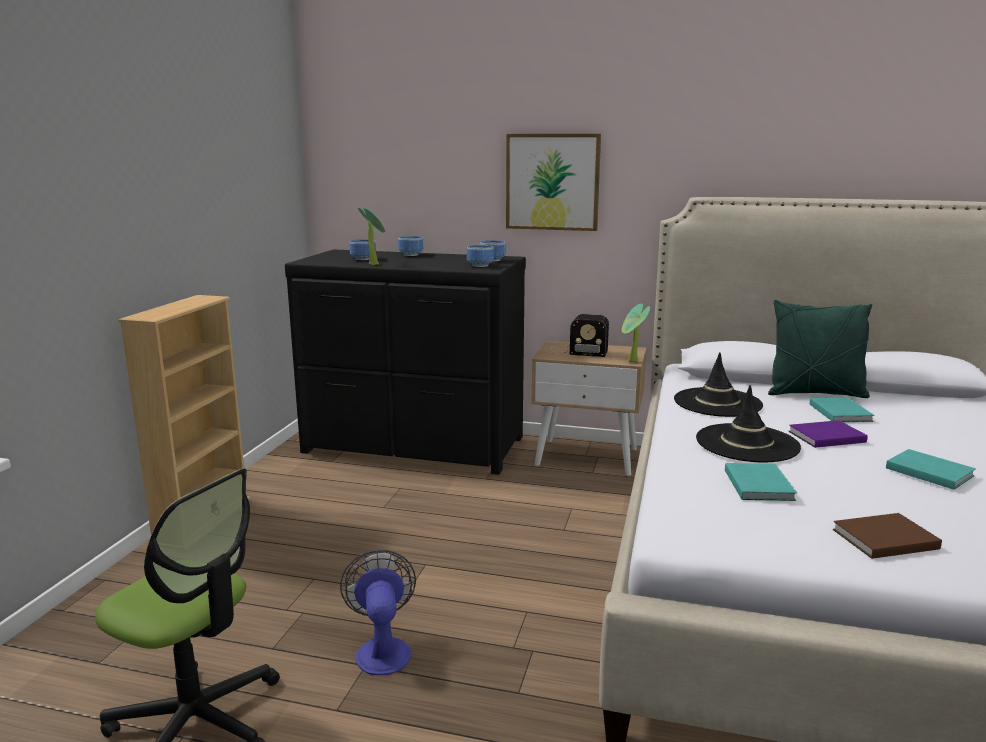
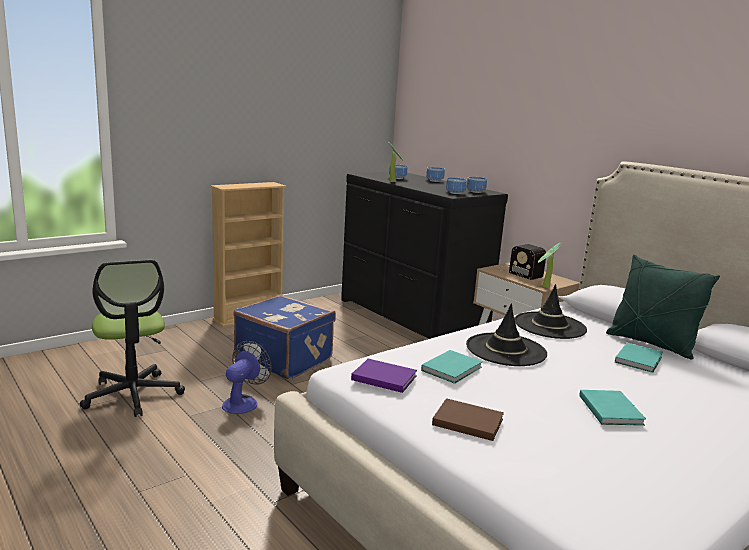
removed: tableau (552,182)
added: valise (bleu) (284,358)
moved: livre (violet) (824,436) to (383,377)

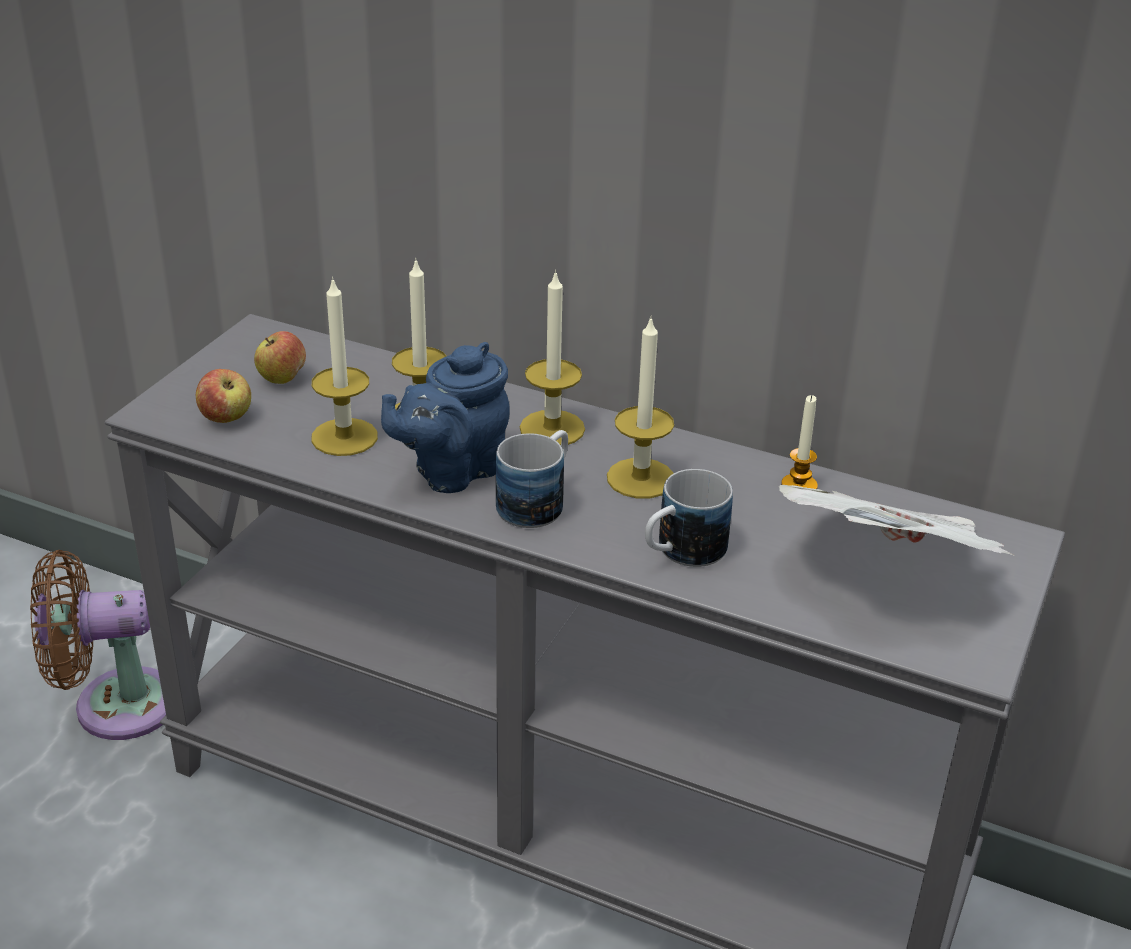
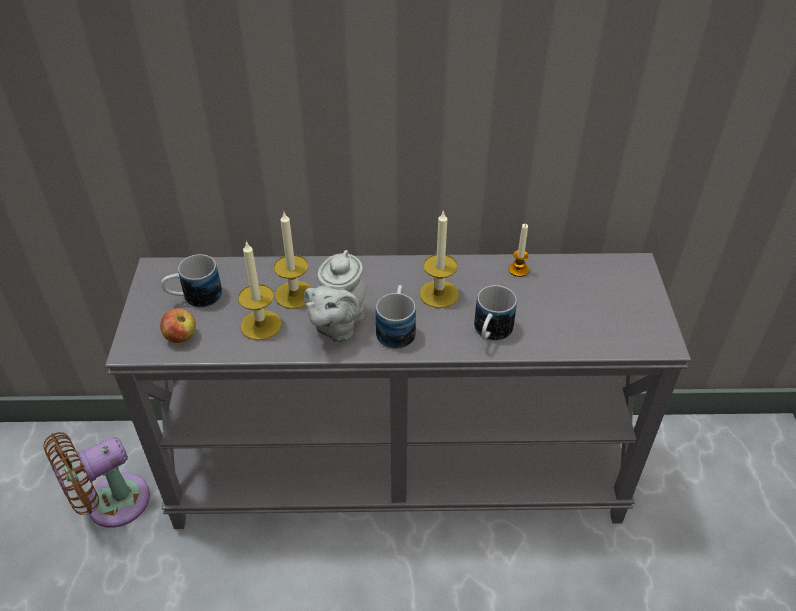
removed: bougie (552,428); journal (892,568)
replaced: pomme (282,379) to mug (194,297)
recoloured: théière (bleu) (452,471) to théière (gris) (337,326)

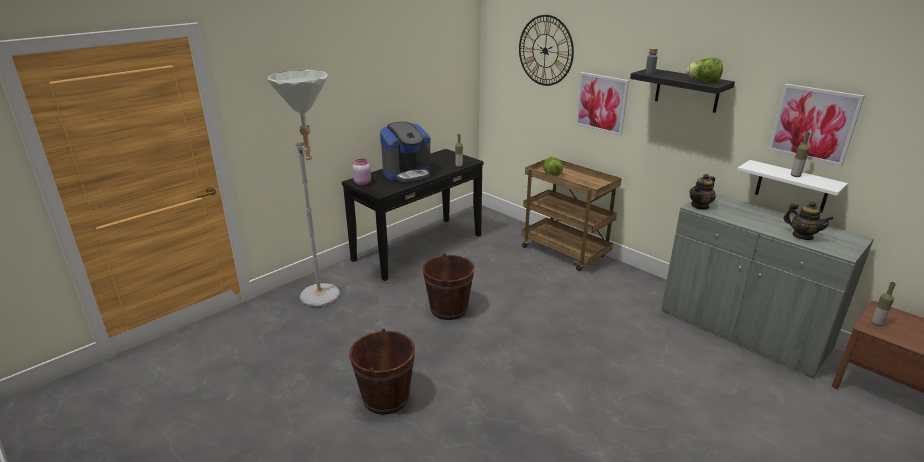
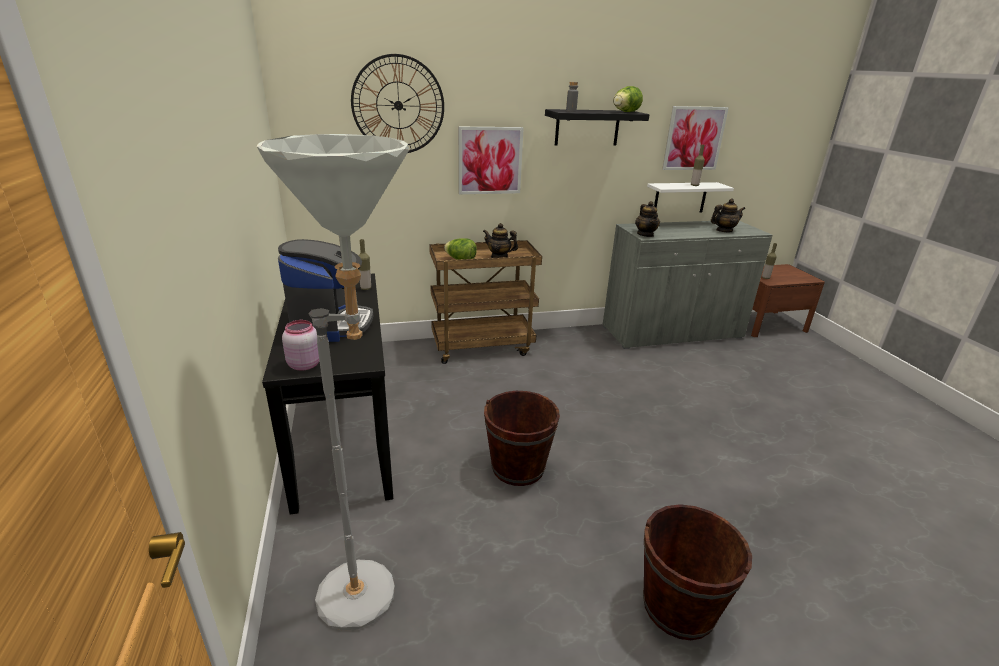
added: théière (499,257)

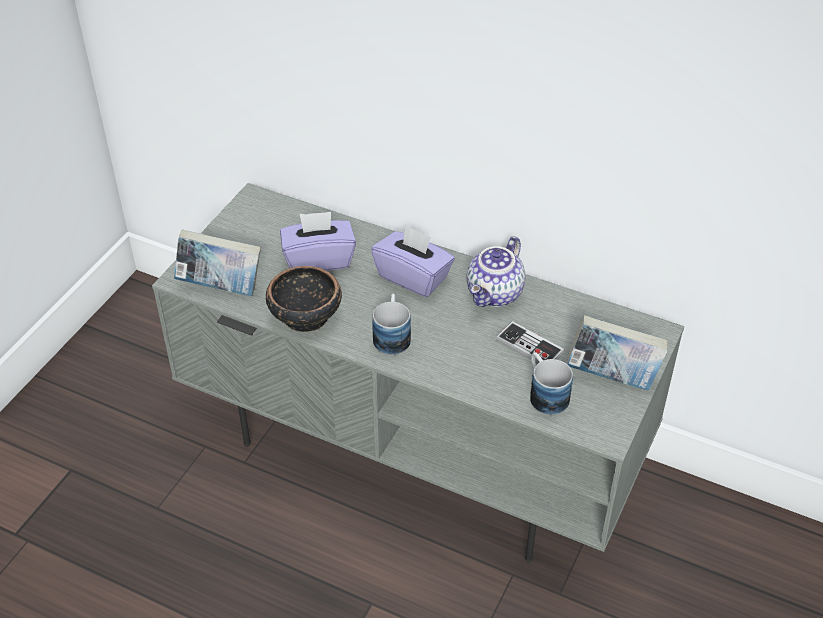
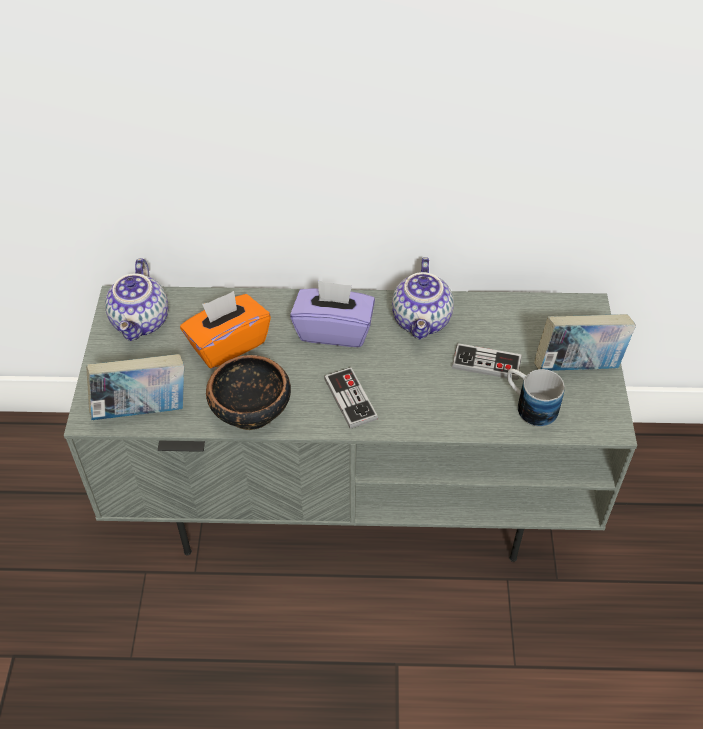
added: théière (142,322)
replaced: mug (392,335) to manette (350,399)
recoloured: boîte à mouchoirs (violet) (319,259) to boîte à mouchoirs (orange) (228,344)

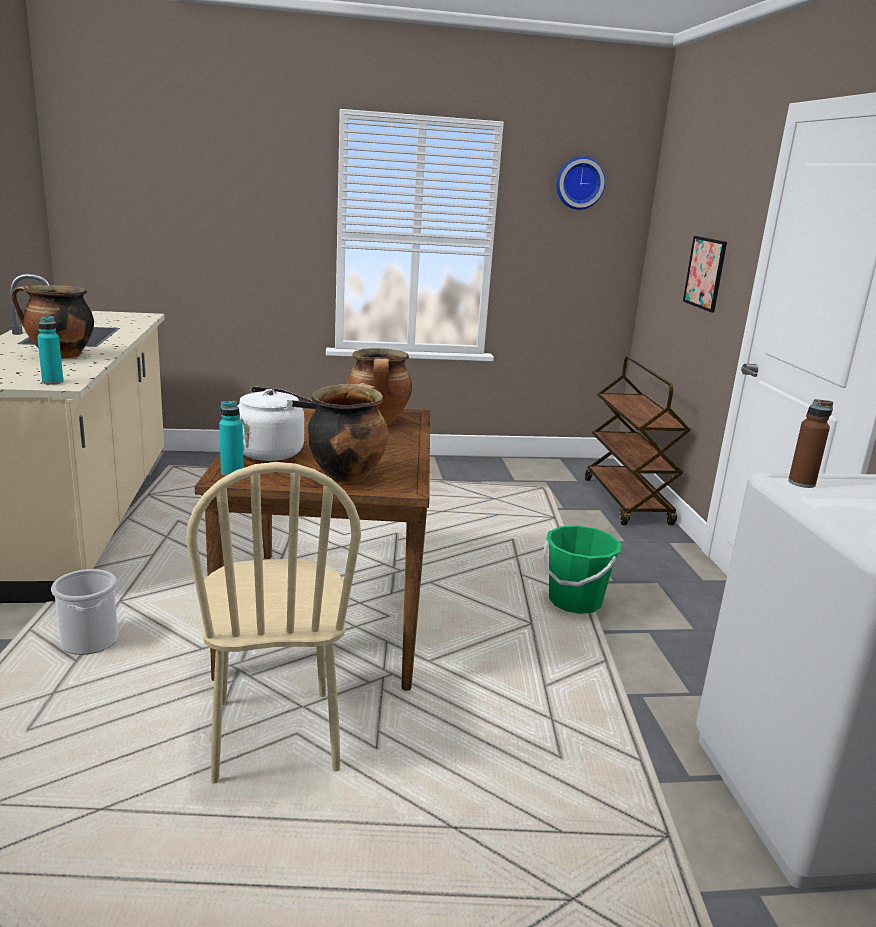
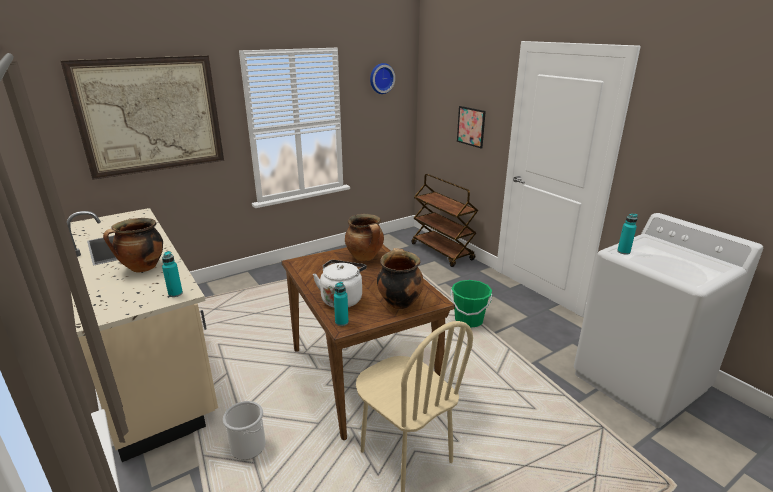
added: tableau (151,116)
recoloured: bouteille (marron) (801,483) to bouteille (turquoise) (623,252)

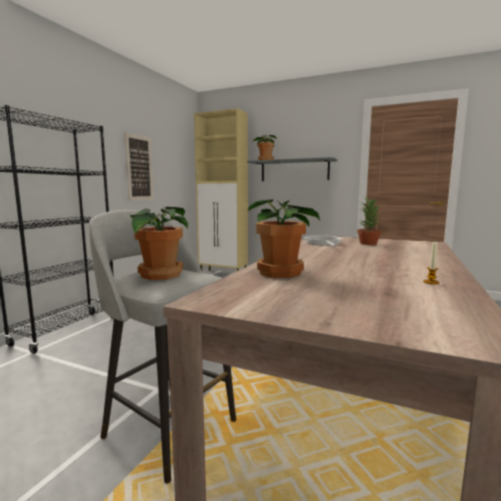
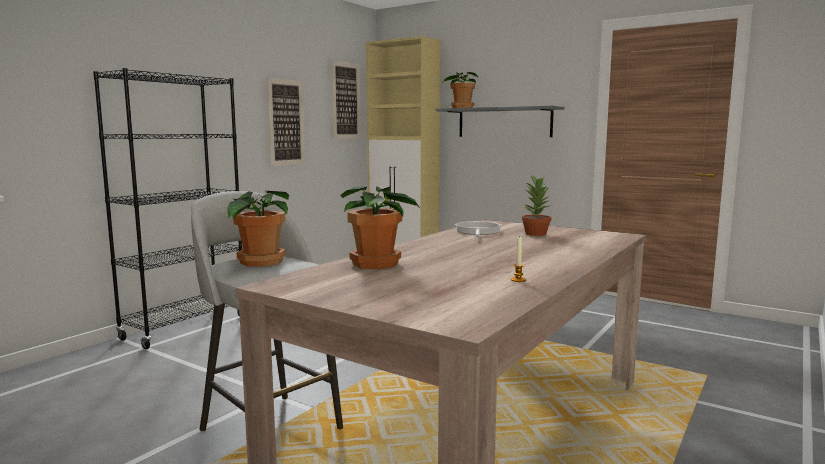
added: tableau (345,101)

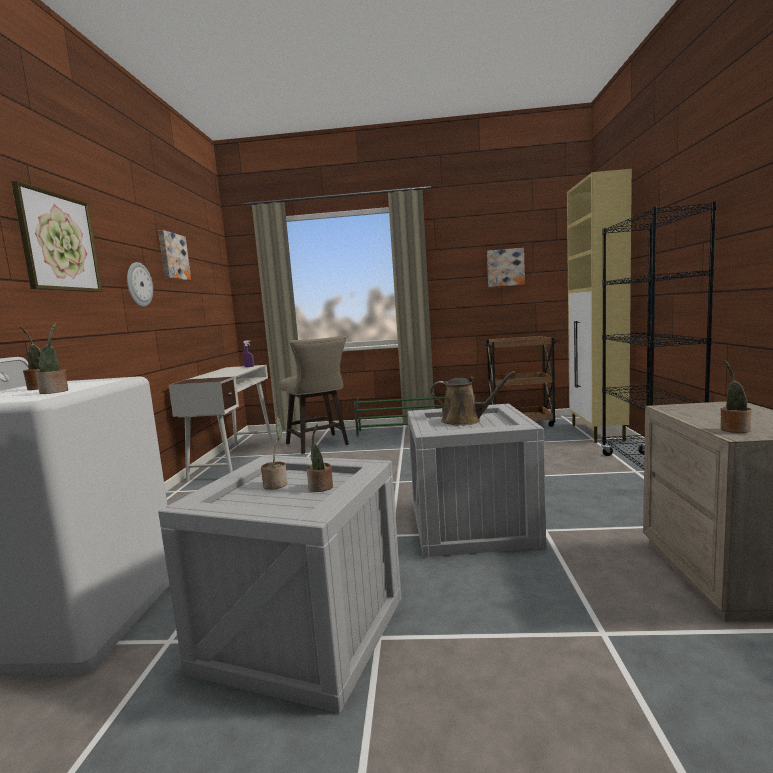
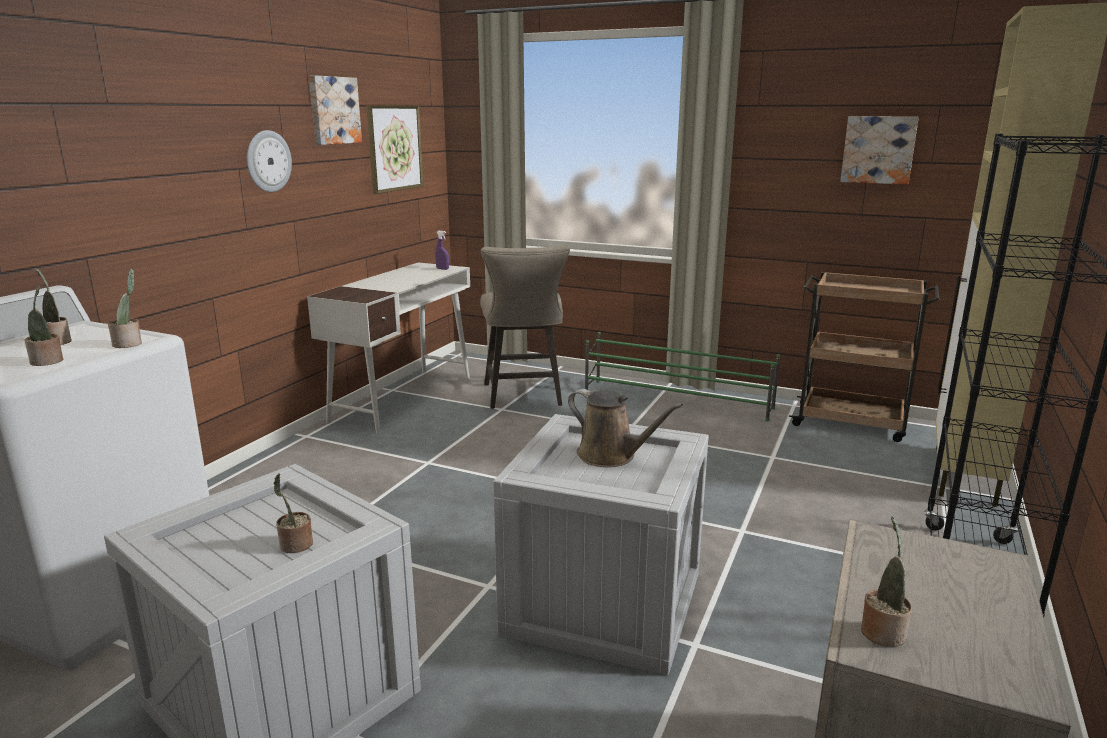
moved: tableau (59,242) to (394,148); plante en pot (276,484) to (129,344)

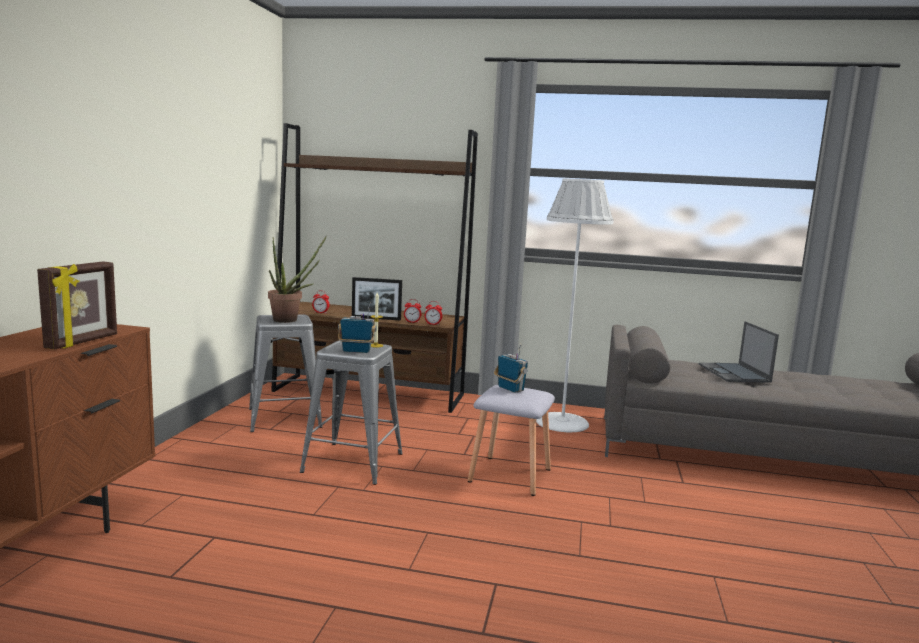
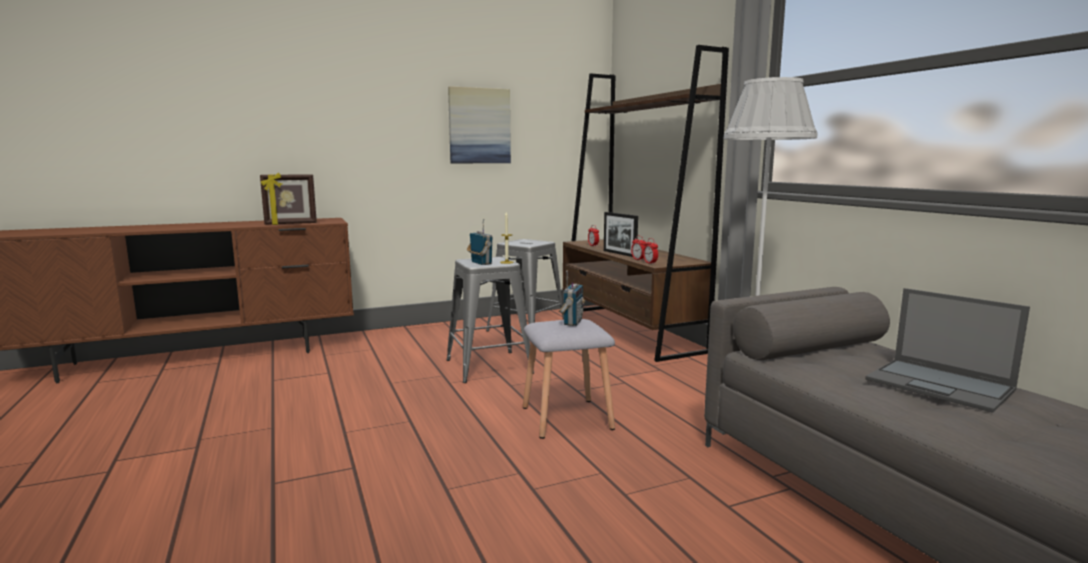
removed: plante en pot (290,320)
added: tableau (479,126)
turned: ordinateur portable (734,373) = (941,385) 90 degrees counterclockwise

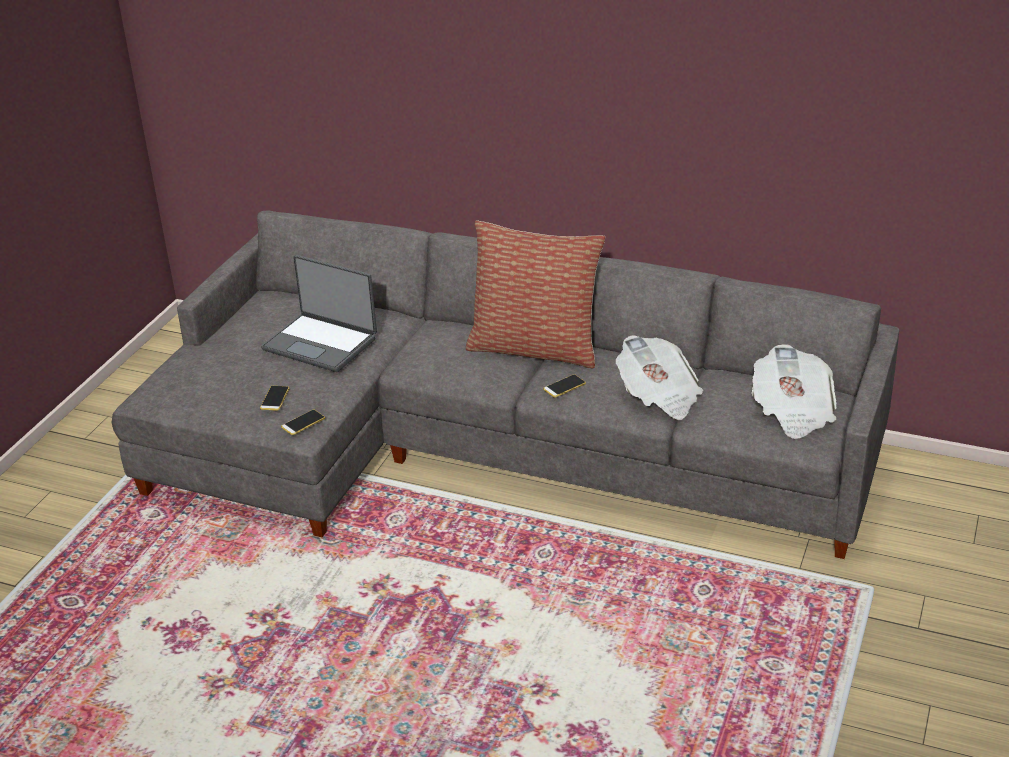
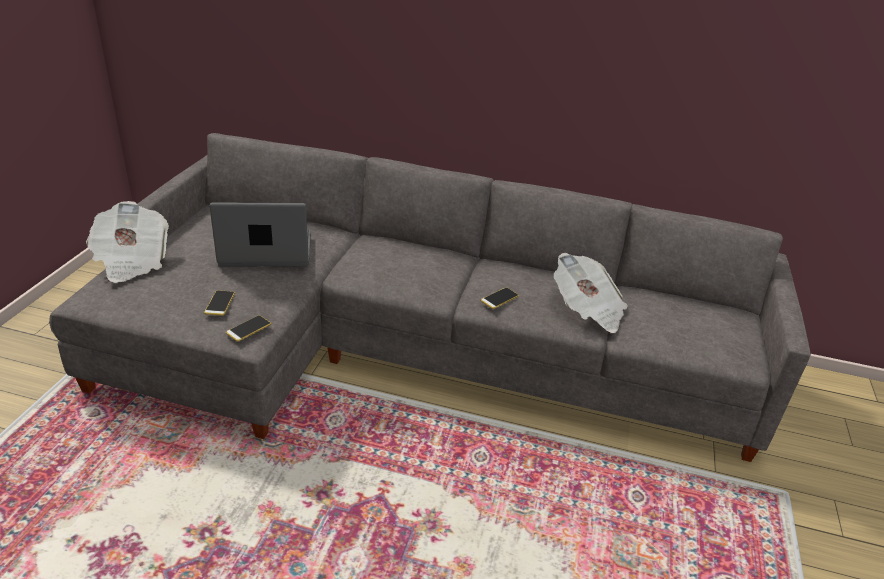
removed: coussin (535,347)
moved: journal (792,412) to (131,260)
turned: ordinateur portable (321,343) = (266,252) 150 degrees clockwise

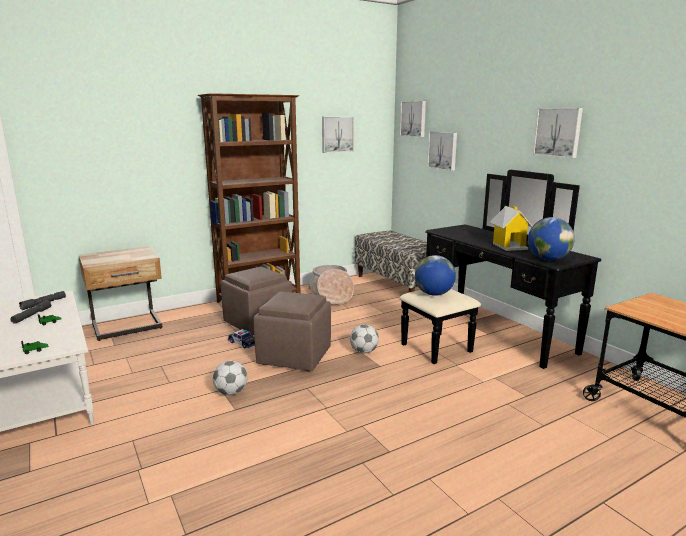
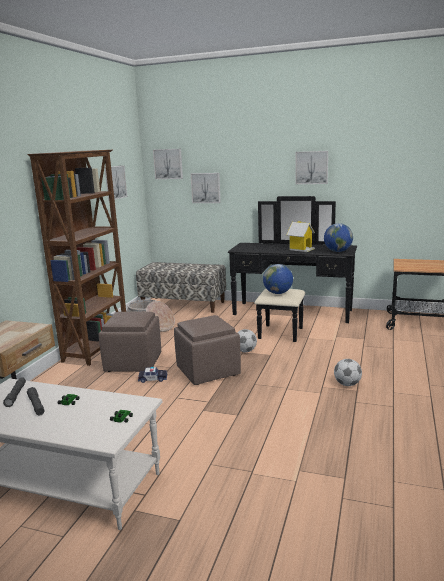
moved: ballon de foot (231,392) to (347,384)

